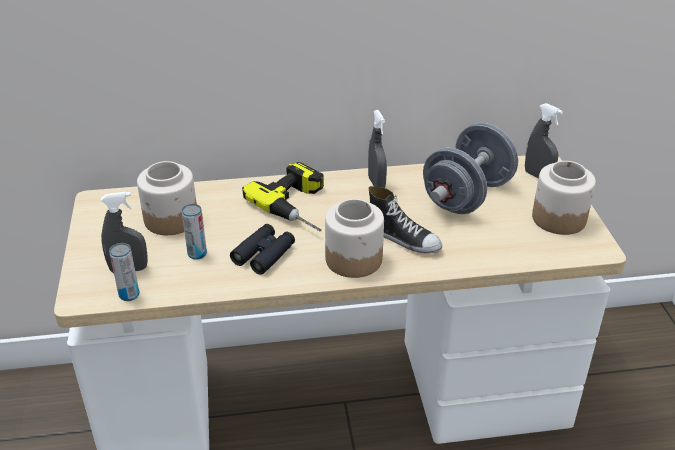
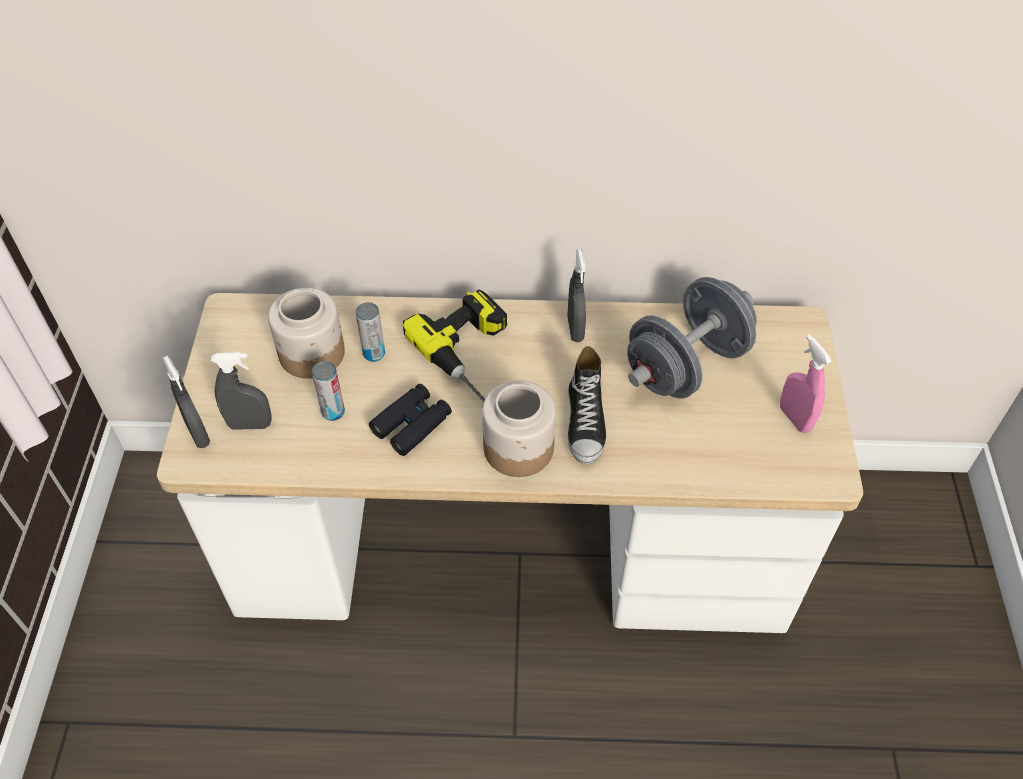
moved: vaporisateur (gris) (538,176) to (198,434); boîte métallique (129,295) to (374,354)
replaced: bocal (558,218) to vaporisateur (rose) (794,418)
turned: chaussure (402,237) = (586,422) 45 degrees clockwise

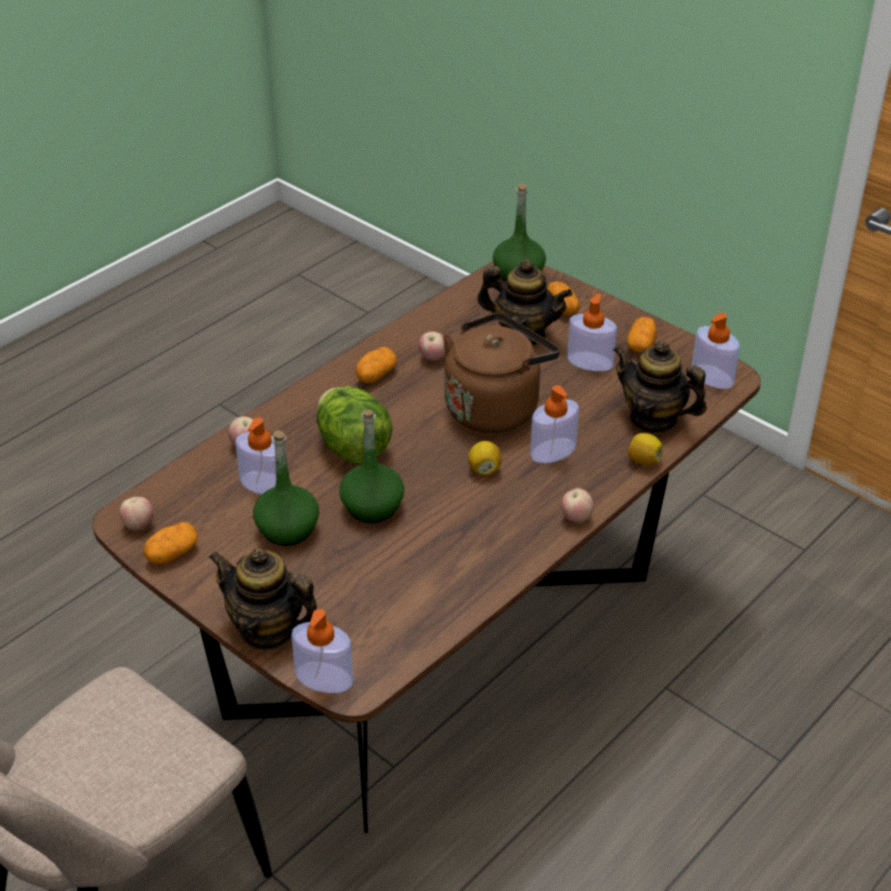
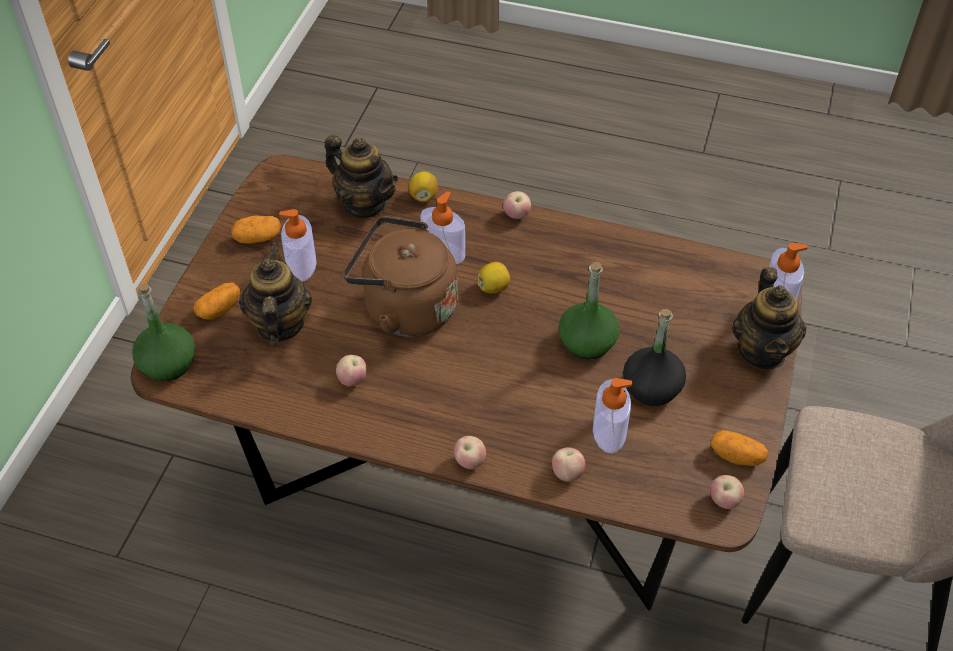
removed: distributeur de savon (712,377); pomme de terre (376,375); laitue (353,448)
added: pomme (469,461)
recoloured: bouteille (vert) (288,529) to bouteille (noir) (651,388)
turned: théière (653,419) = (365,204) 60 degrees counterclockwise

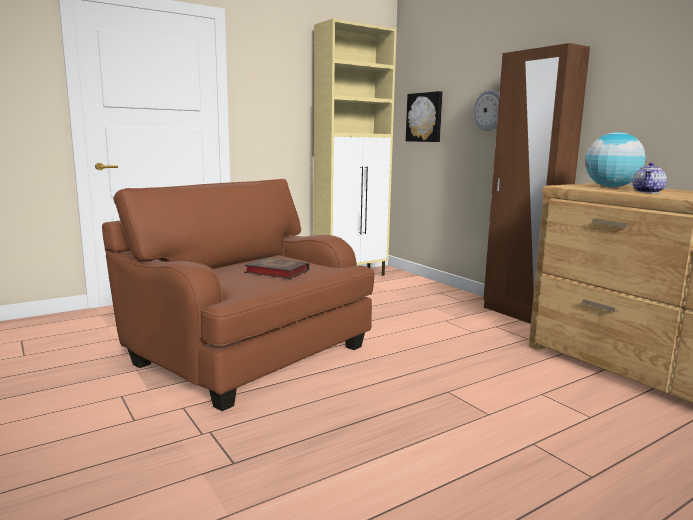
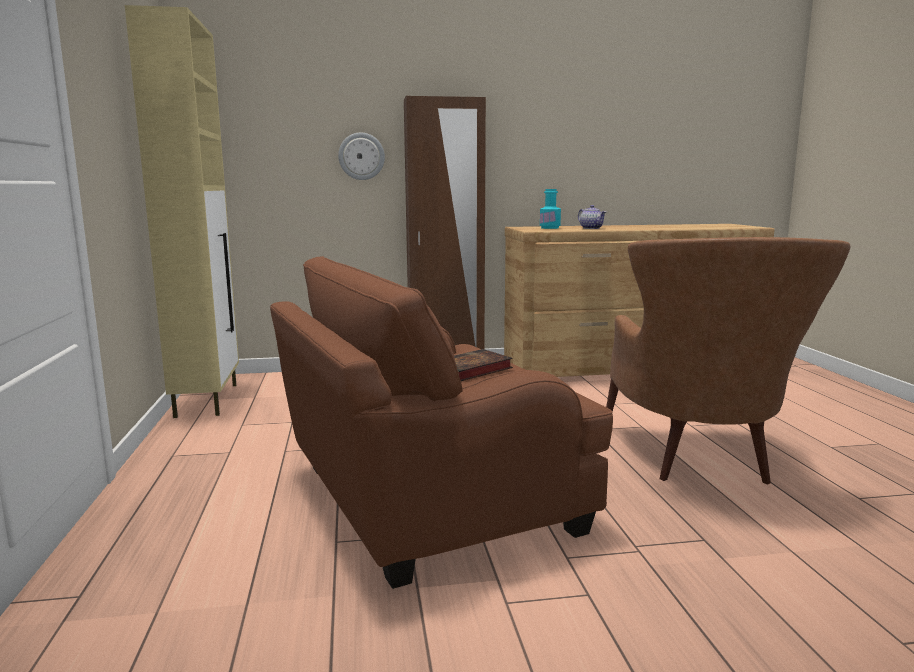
removed: tableau (425,117)
added: fauteuil (marron) (702,463)
replaced: globe (611,187) to bouteille (turquoise) (550,228)

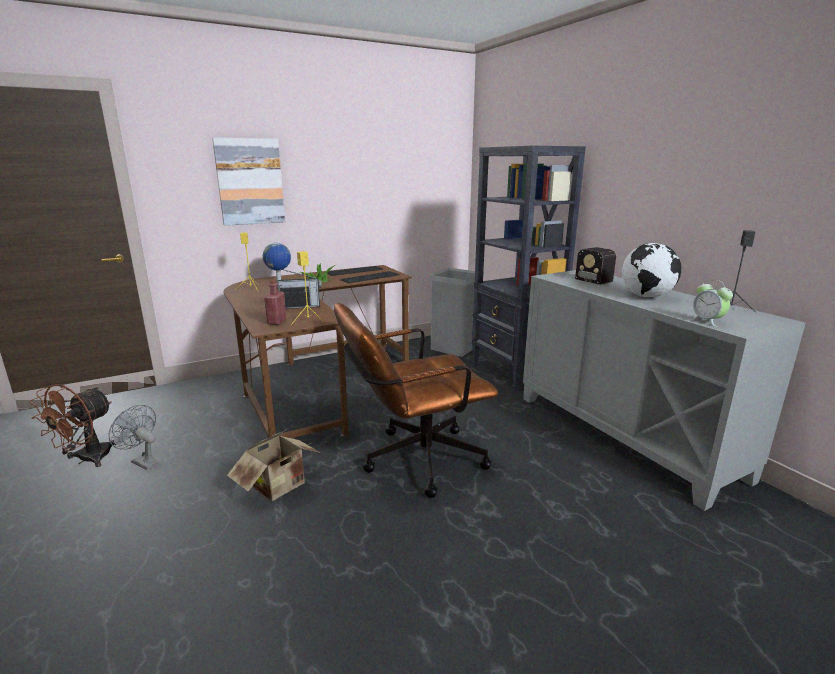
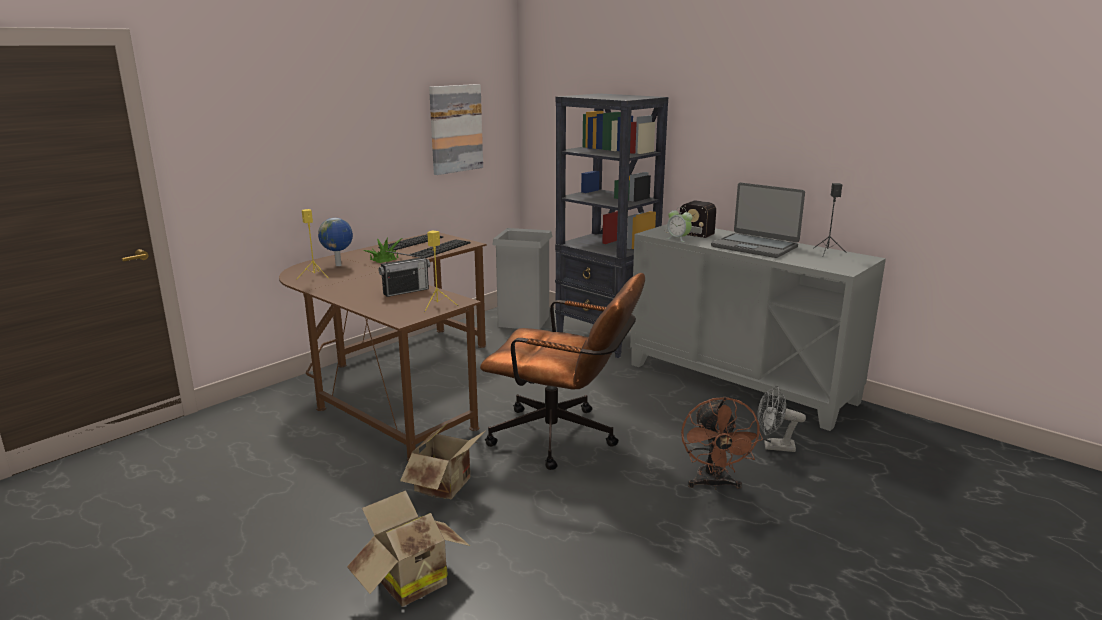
removed: bouteille (rouge) (277,322)
added: carton (408,581)
moved: tableau (250,182) to (455,128); réveil (707,321) to (678,239); ventilateur (marron) (87,459) to (714,484); ventilateur (gris) (143,461) to (773,447)
replaced: globe (646,296) to ordinateur portable (755,246)
turned: chaise de bureau (marron) (414,461) = (563,438) 120 degrees counterclockwise

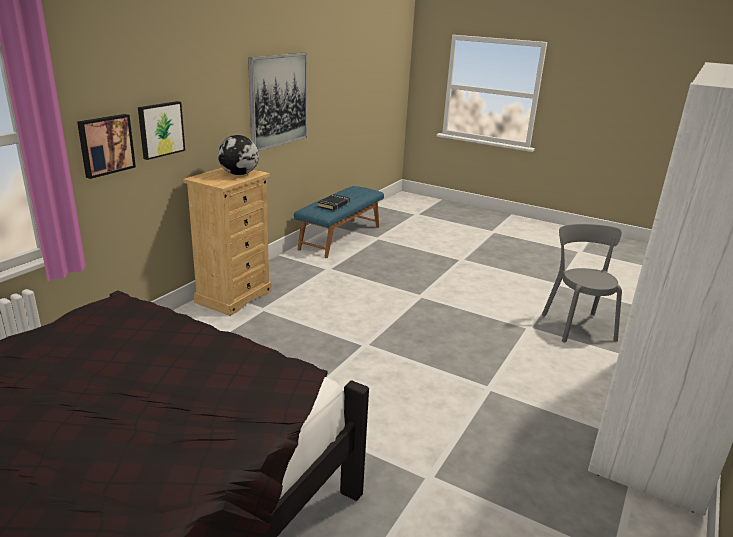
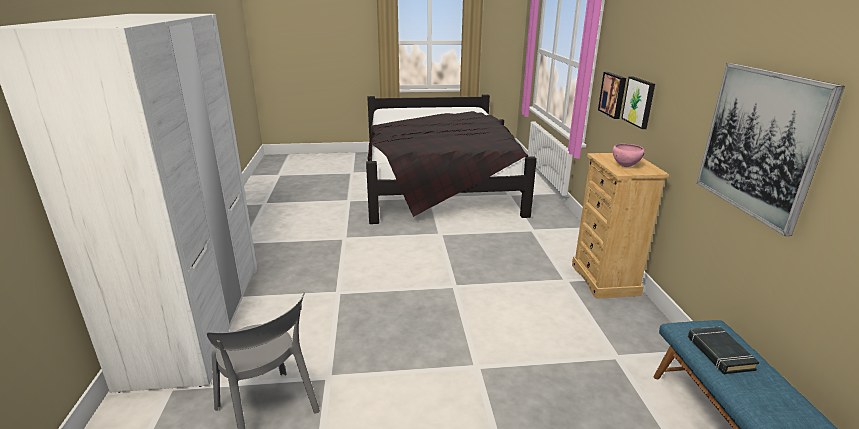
replaced: globe (239,174) to bol (rose) (625,166)

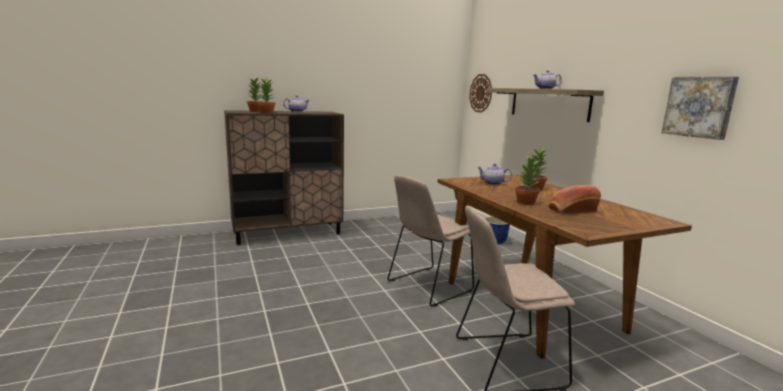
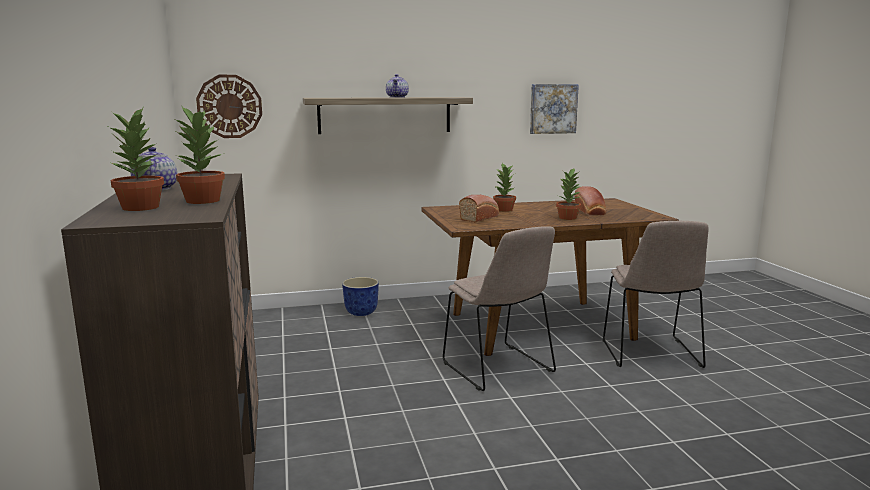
replaced: théière (492,183) to pain (480,218)

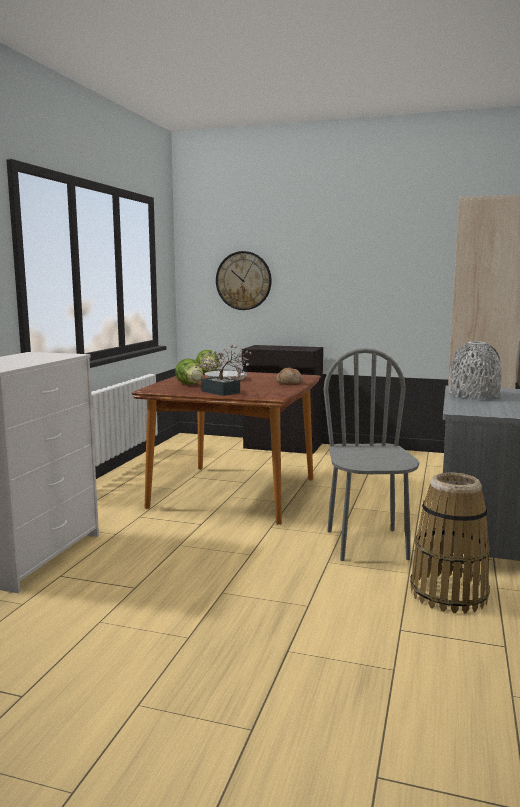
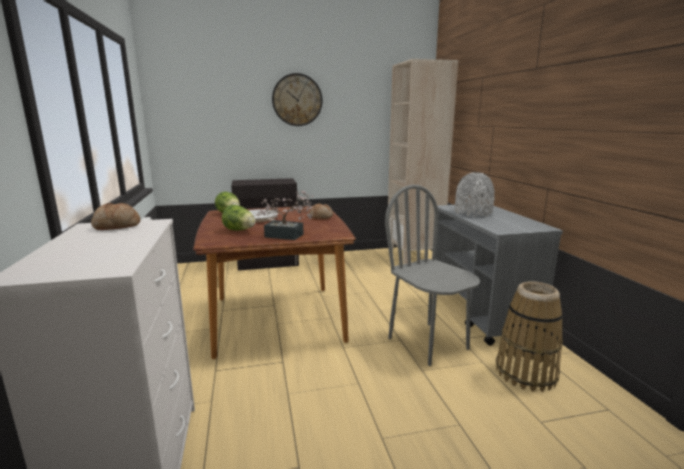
added: pain (116,226)
moved: horloge murale (243,280) to (297,100)

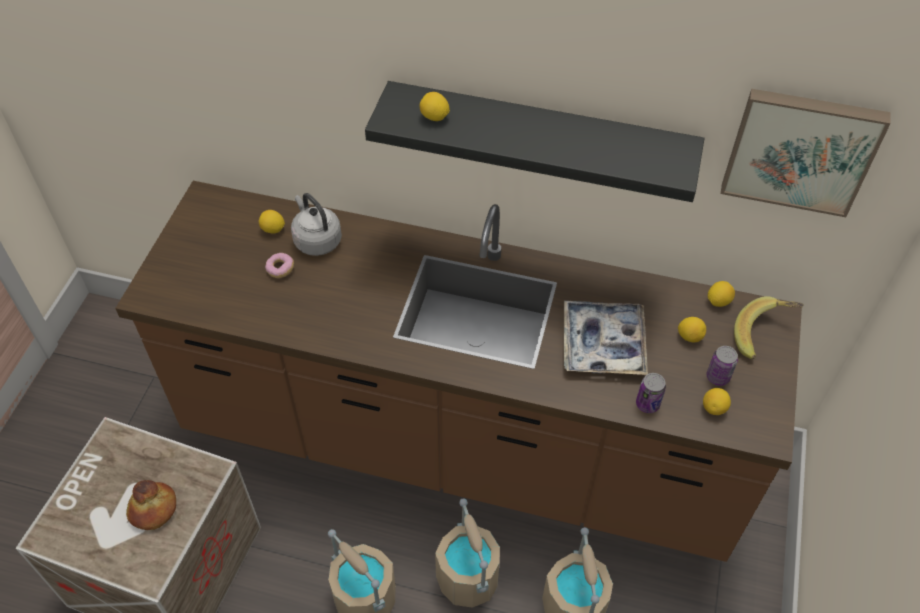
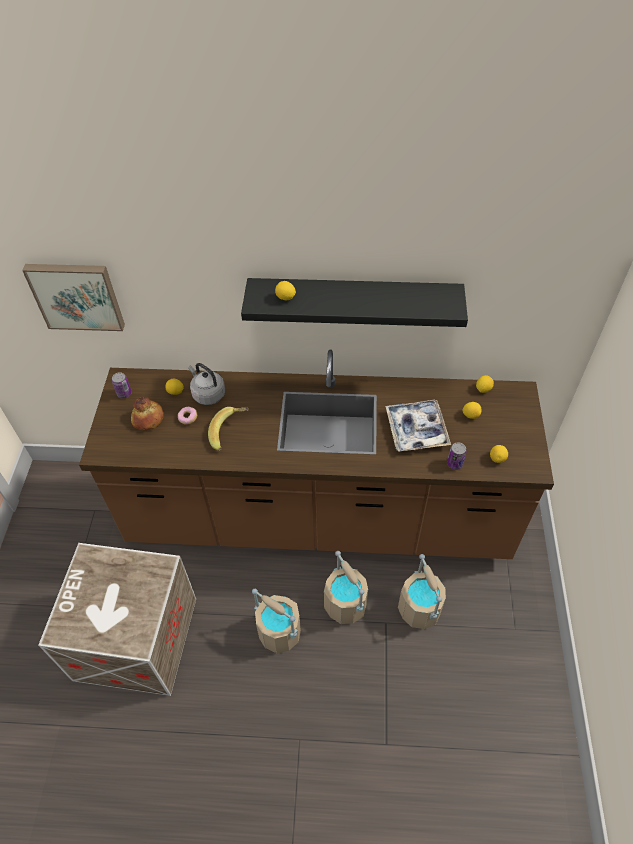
moved: tableau (800,150) to (77,295); banane (764,336) to (230,433); boîte métallique (717,377) to (124,393); pain (154,509) to (148,419)

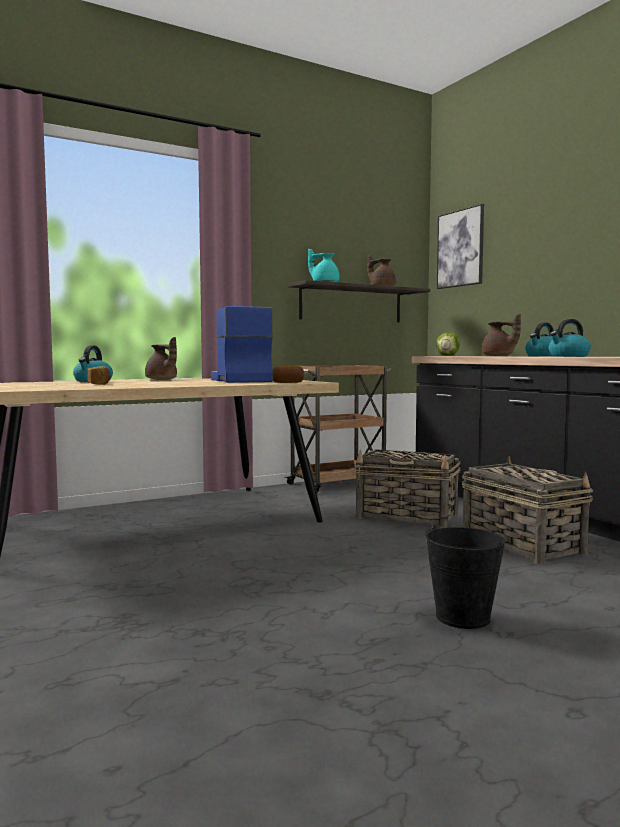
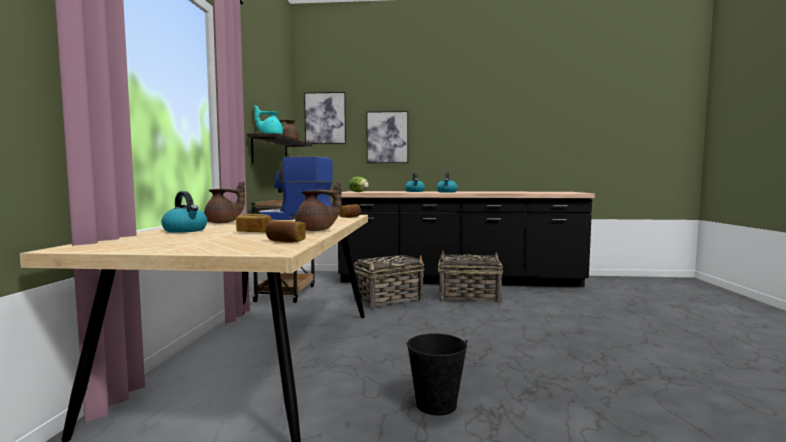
added: tableau (387,137); pain (285,241)
moved: théière (marron) (498,356) to (316,230); seau (noir) (463,617) to (436,404)

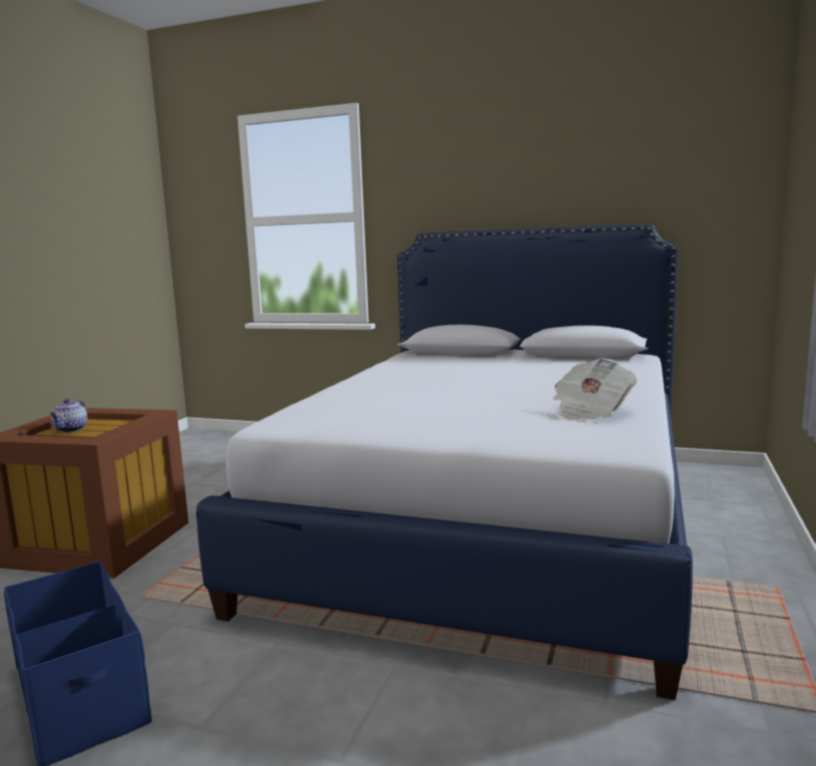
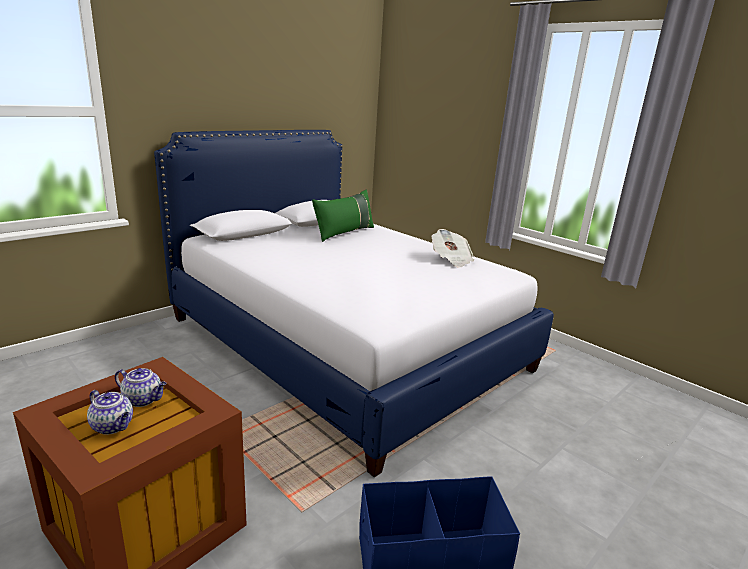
added: coussin (vert) (344,233); théière (143,400)

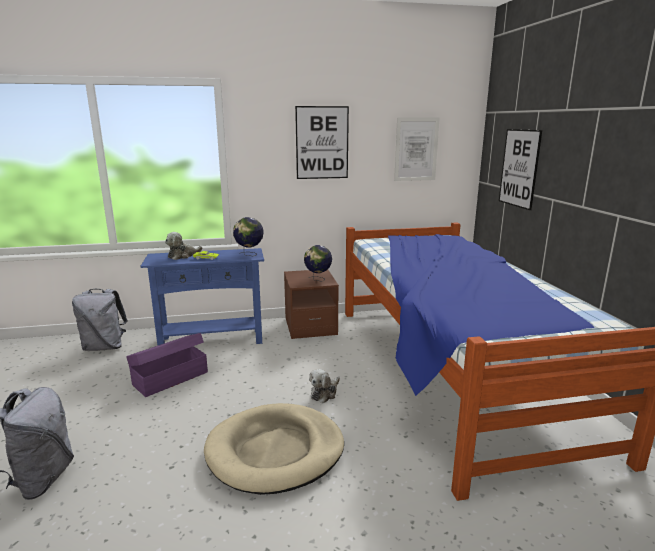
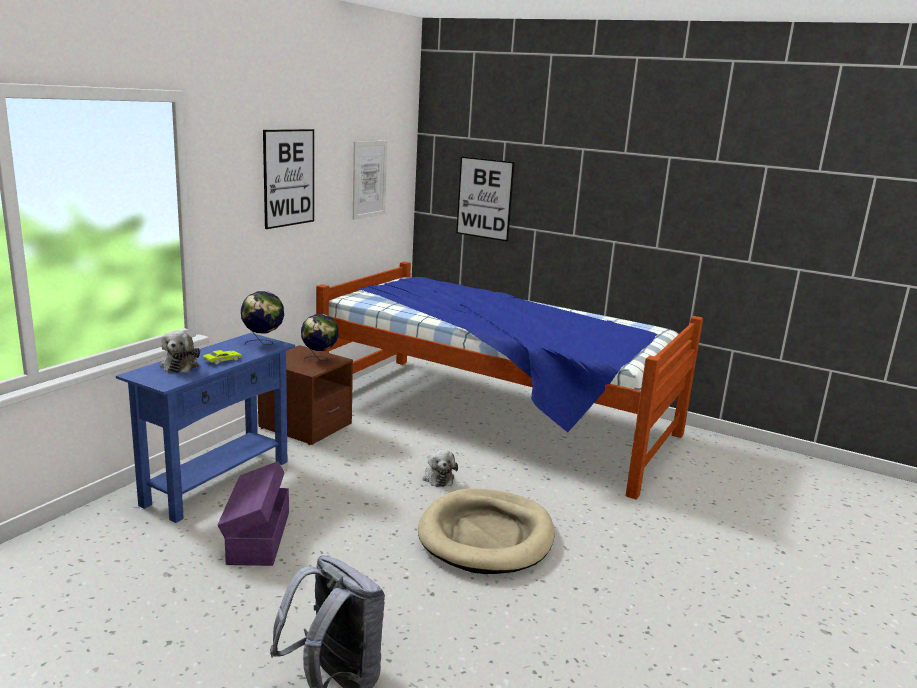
removed: sac à dos (gris) (105,347)

